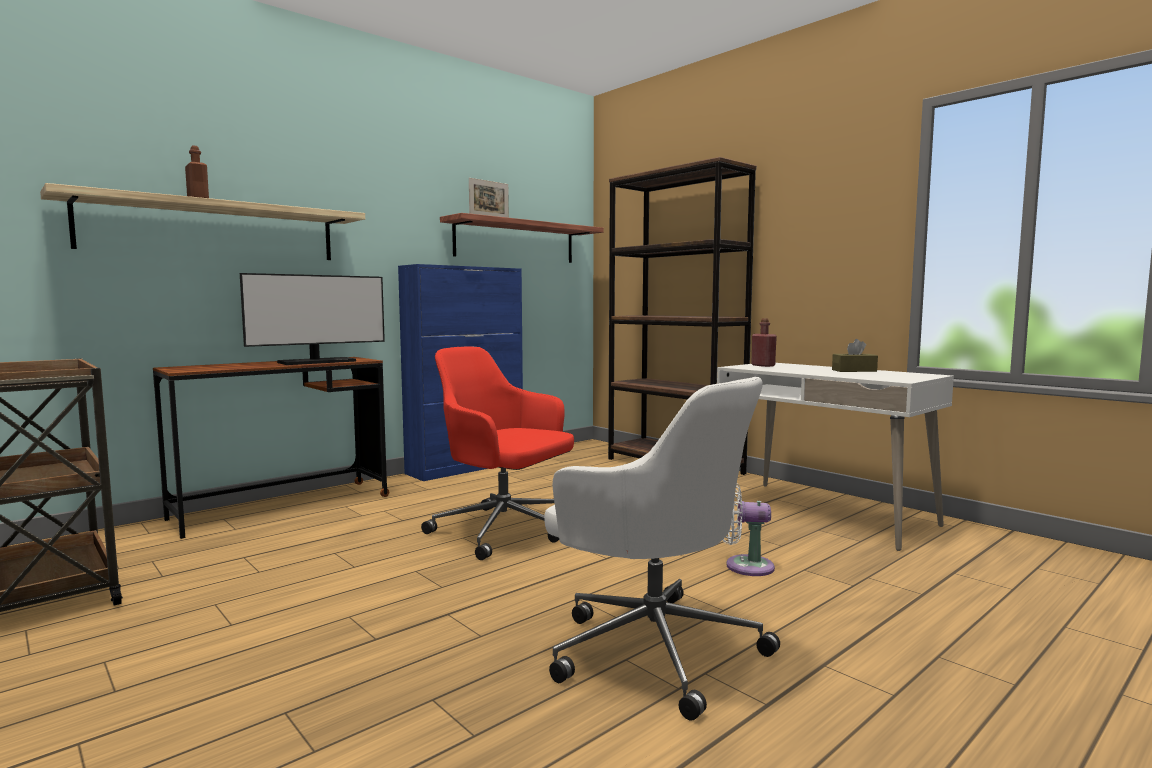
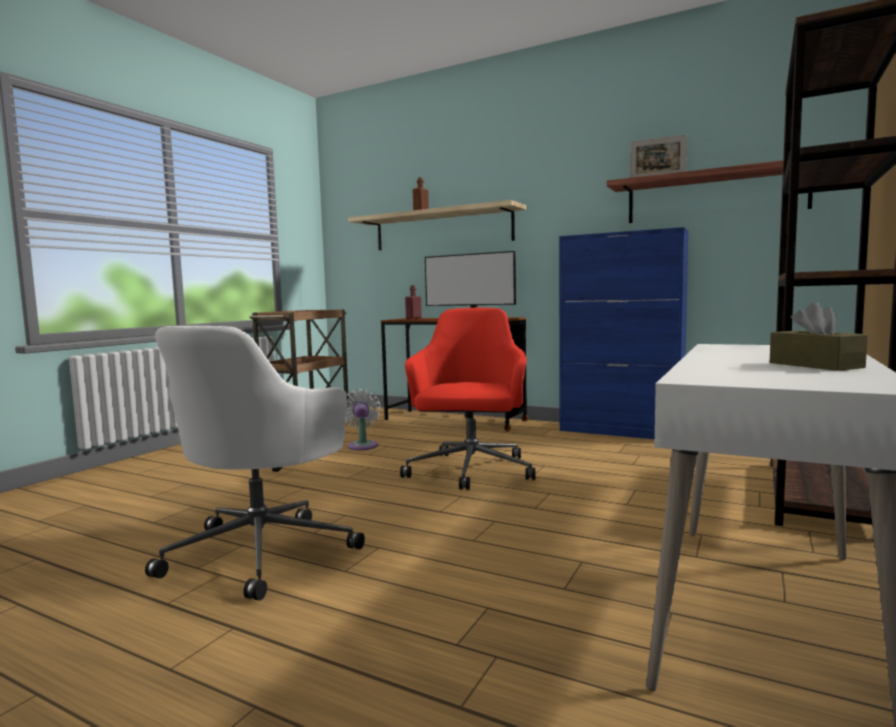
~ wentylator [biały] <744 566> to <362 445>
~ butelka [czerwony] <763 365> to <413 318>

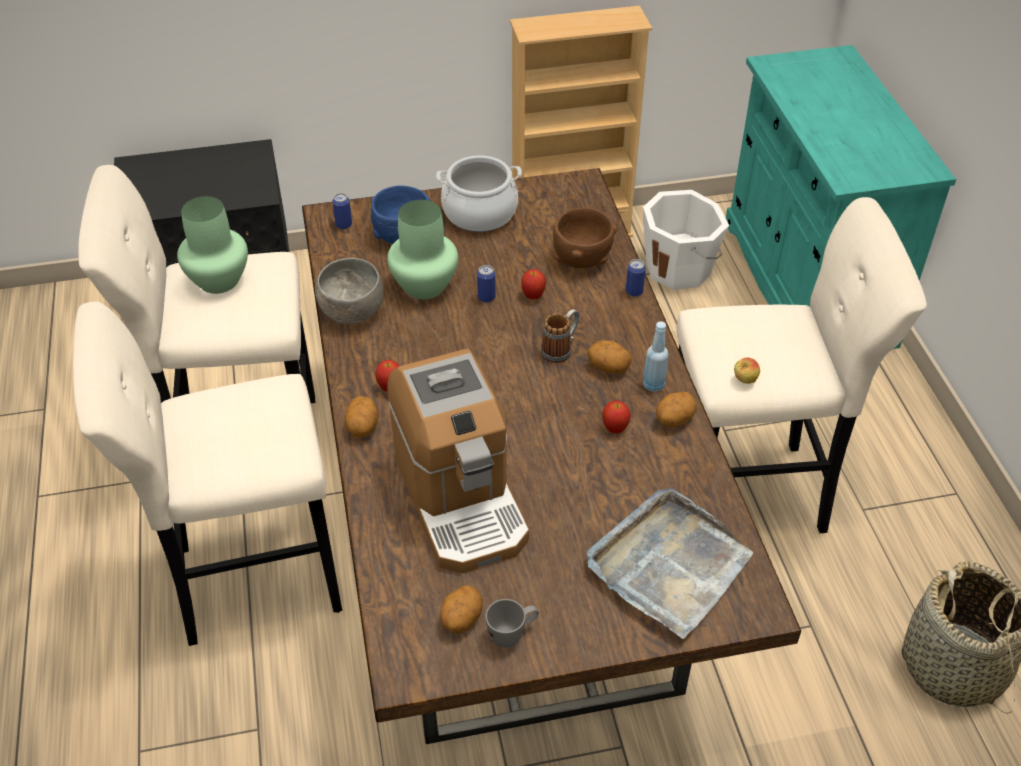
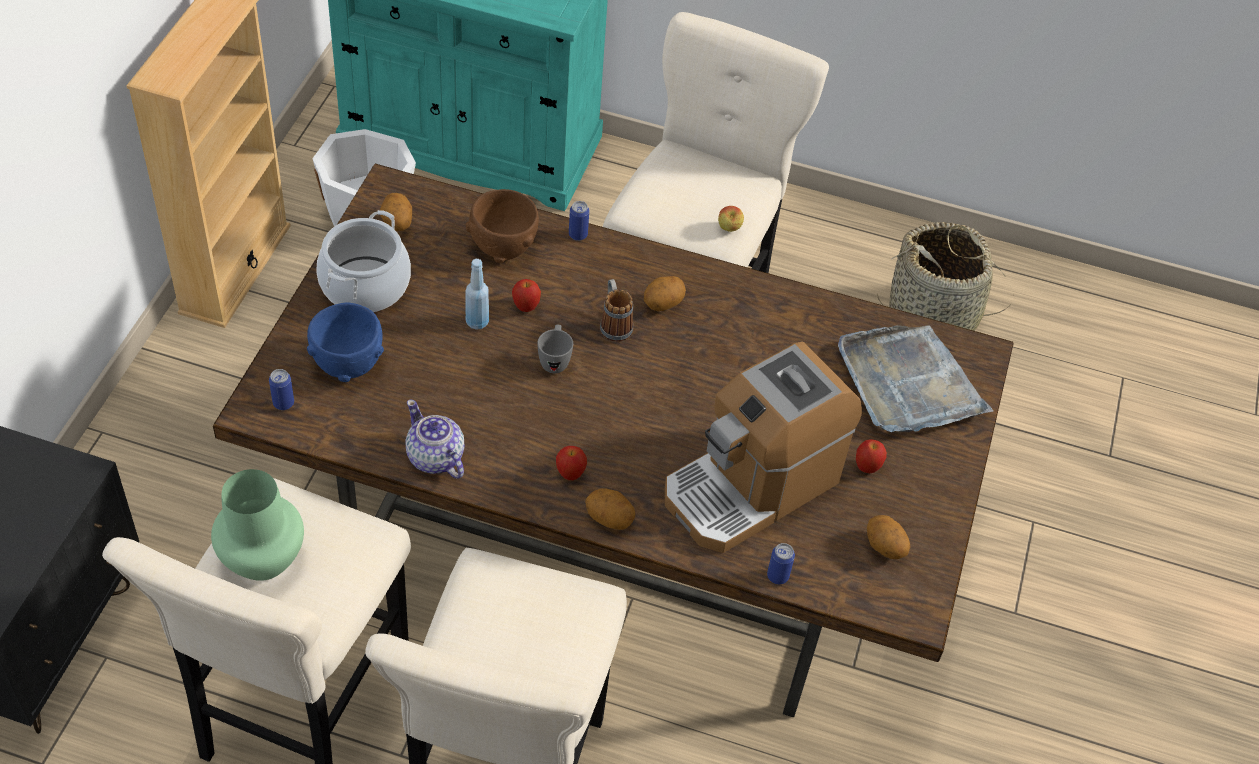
- wazon [zielony] <423 286>
~ puszka <486 297> to <777 576>
~ kubek [szary] <512 634> to <555 360>
~ jabłko <615 429> to <867 467>
~ butelka [niebieski] <653 385> to <477 322>
~ ziemniak <674 420> to <396 223>
~ miska [szary] <351 313> to imbryk <435 458>
~ ekspres do kawy <461 500> = <751 486> 135 degrees clockwise

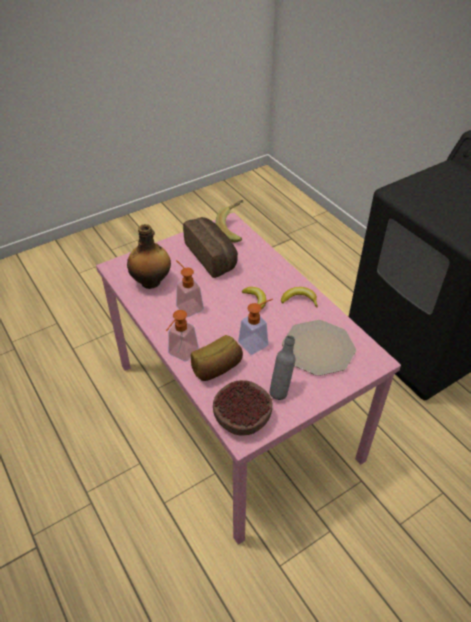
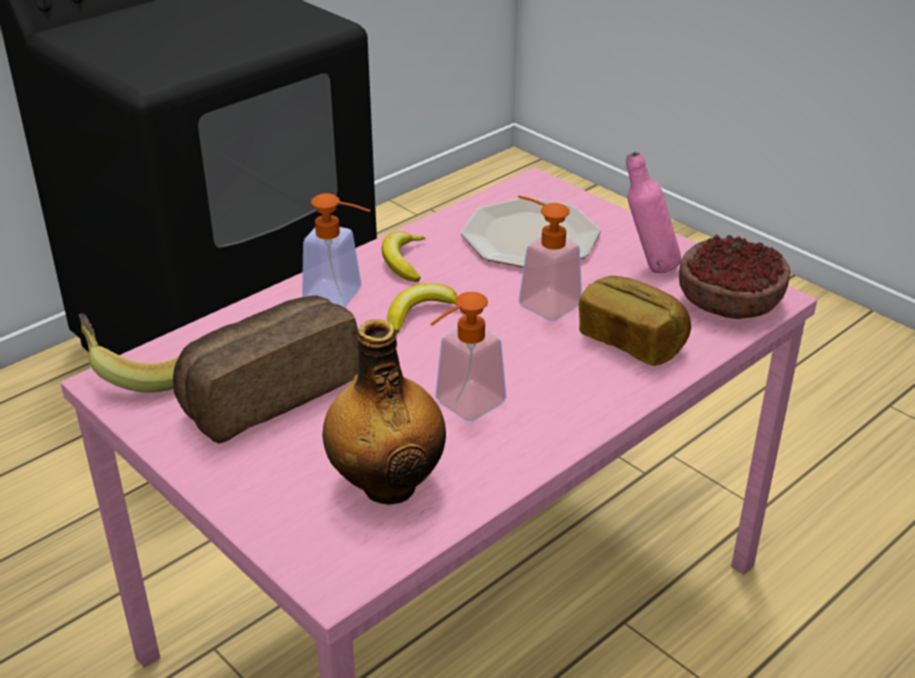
~ dozownik mydła <180 354> to <342 297>
~ butelka [szary] <281 390> to butelka [różowy] <647 268>

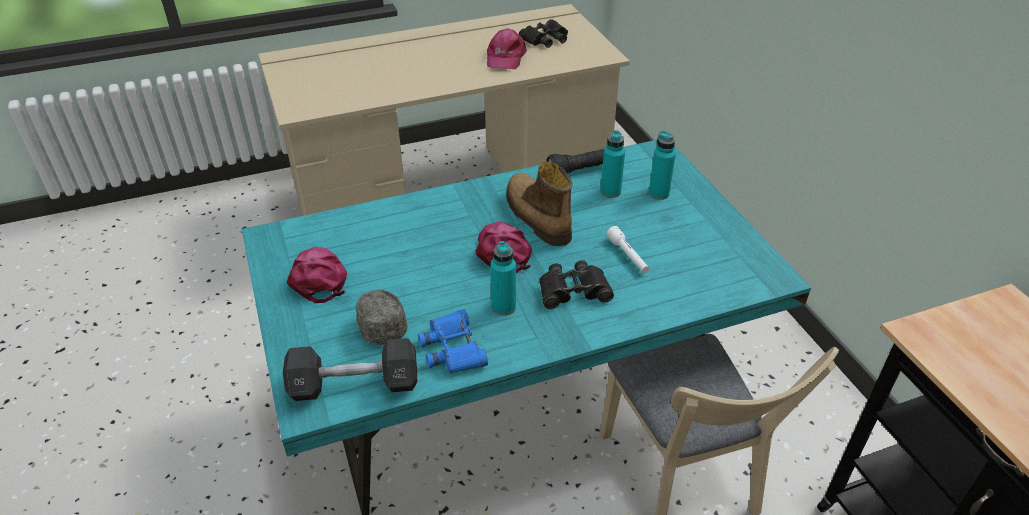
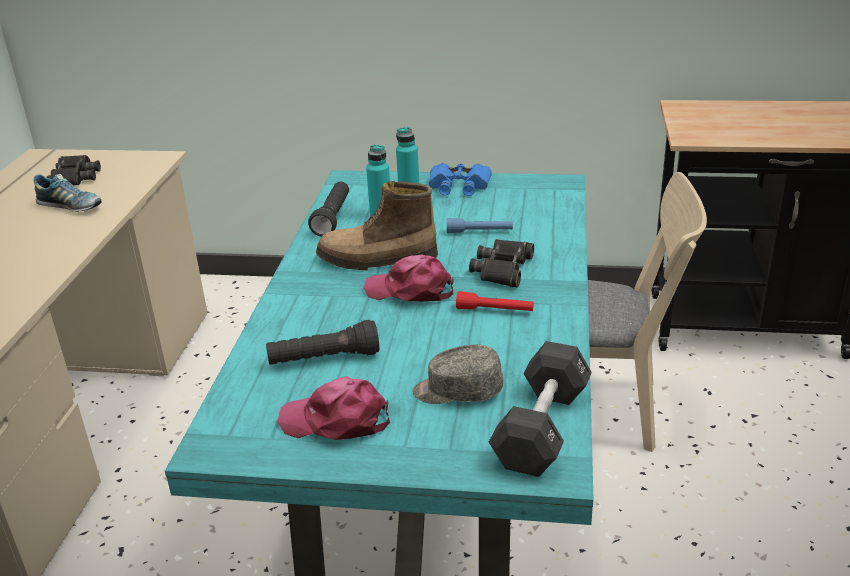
+ latarka [czarny] <324 359>
~ lornetka [niebieski] <453 348> to <459 186>
~ czapka z daszkiem [różowy] <505 57> to but <71 207>
~ butelka [turkusowy] <503 307> to latarka [czerwony] <495 310>
~ latarka [biały] <627 256> to latarka [niebieski] <479 232>

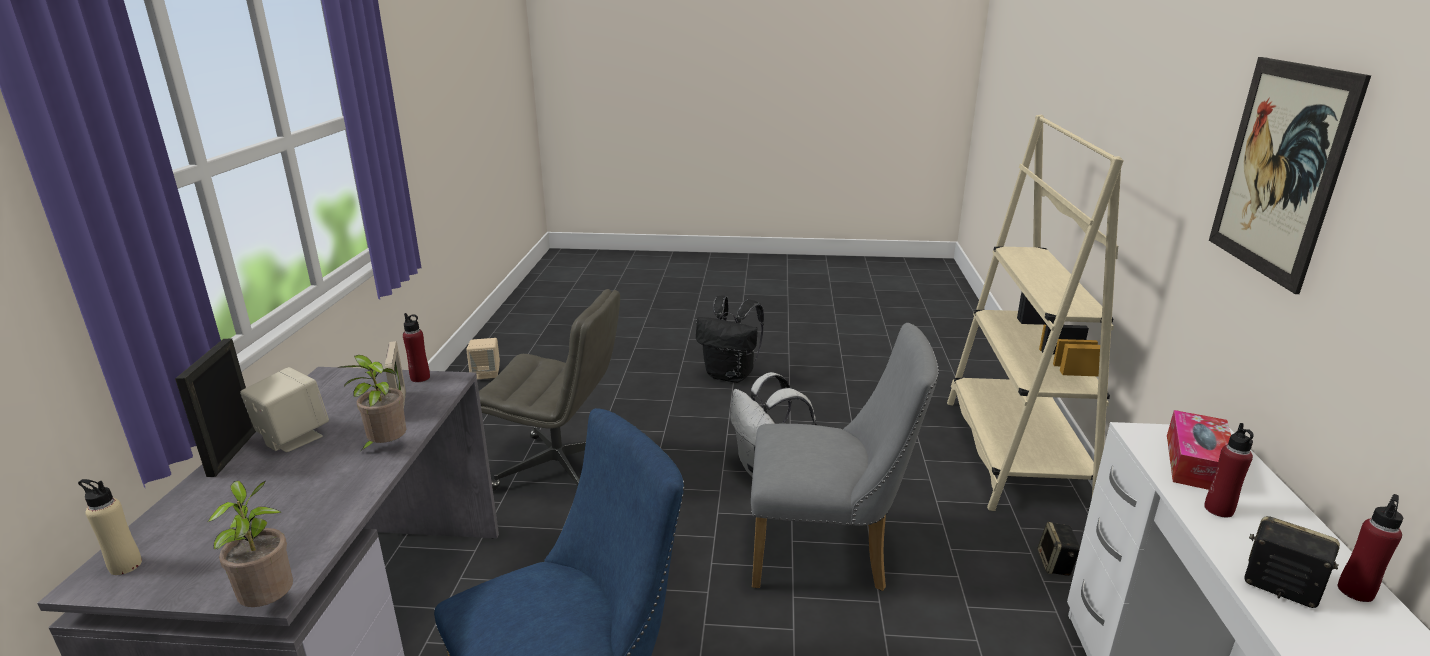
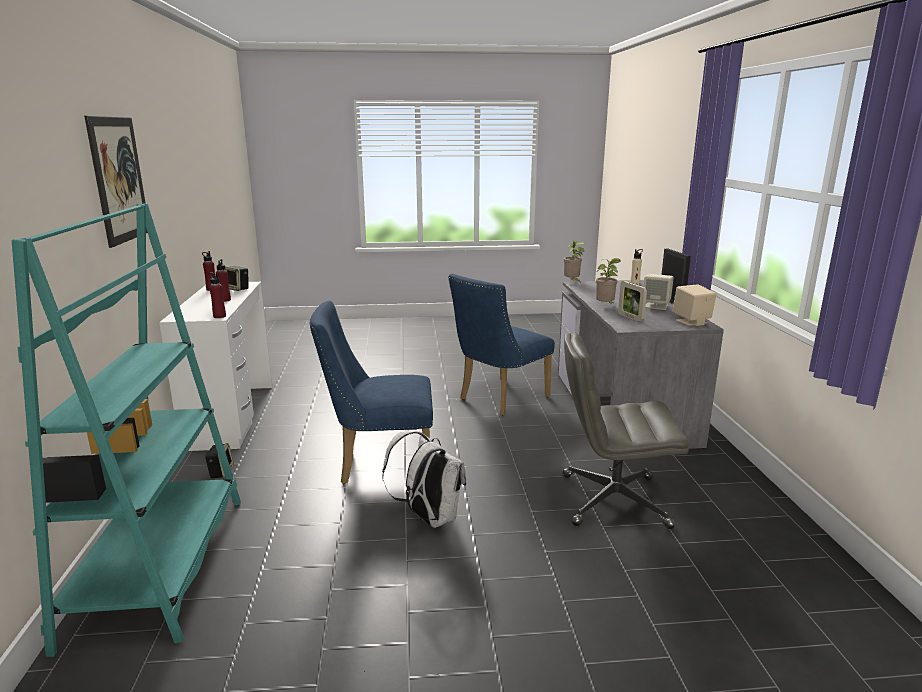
- plecak [czarny] <731 375>
- pudełko chusteczek <1196 463>
~ butelka [czerwony] <420 378> to <219 316>
~ głośnik [beżowy] <486 373> to <691 322>
~ krzesło [szary] <829 554> to krzesło [niebieski] <378 464>
~ regał [beżowy] <1014 452> to regał [turkusowy] <160 566>

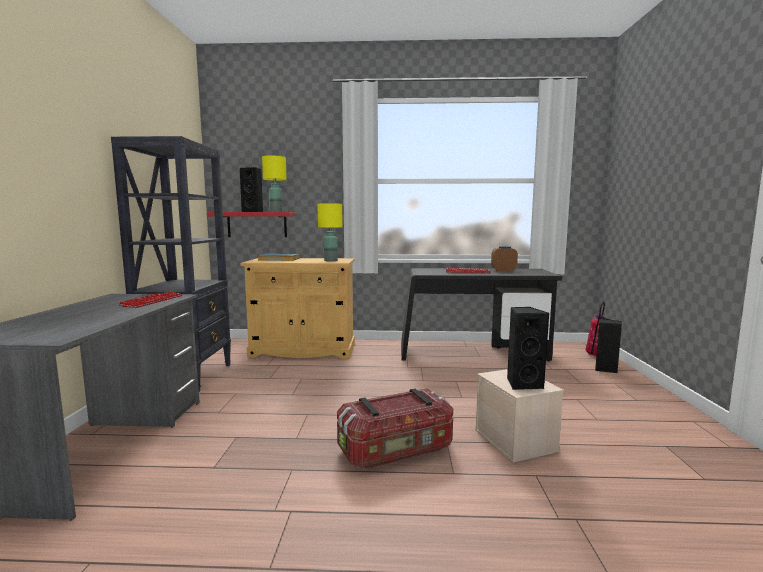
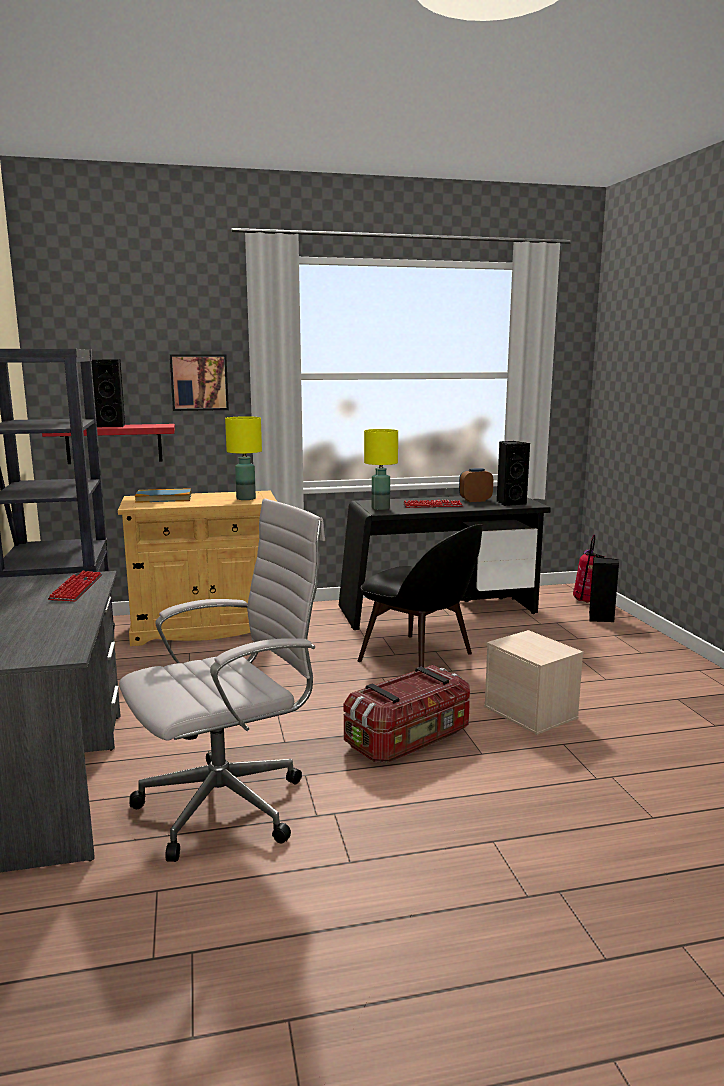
+ krzesło biurowe [biały] <230 805>
+ obraz <199 382>
+ krzesło [czarny] <419 658>
~ lampa stołowa [żółty] <275 211> to <380 508>
~ głośnik [czarny] <523 384> to <510 503>

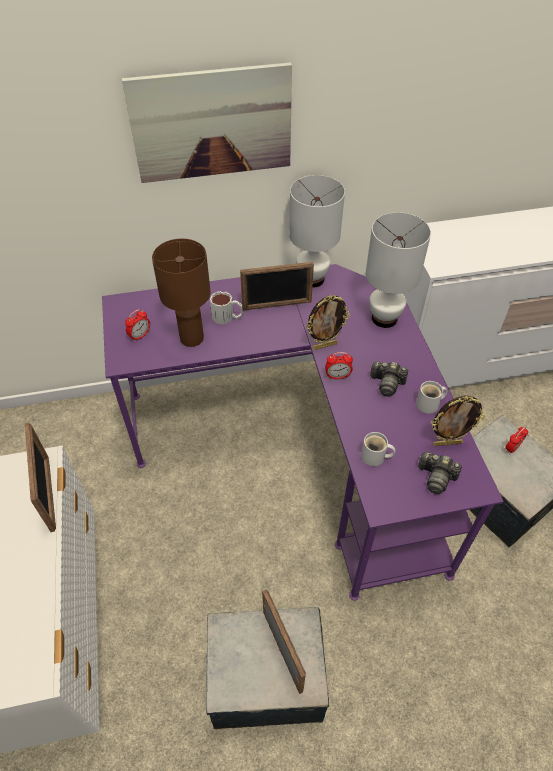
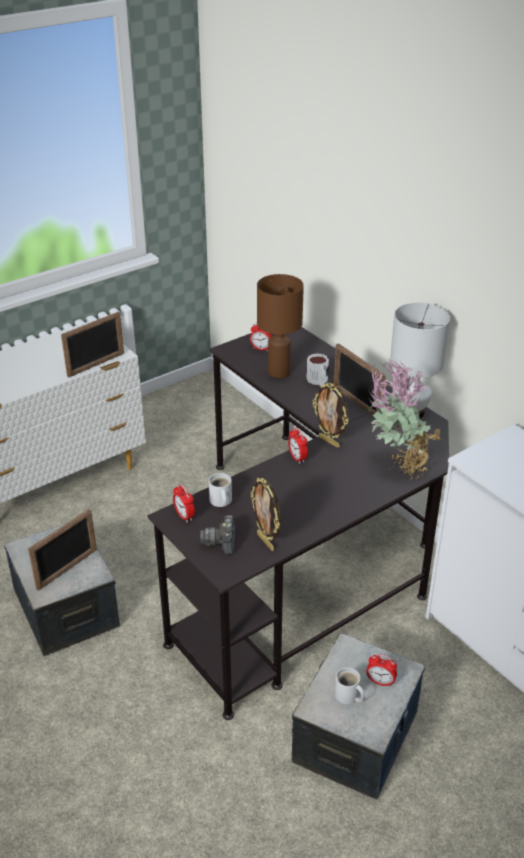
- obraz <212 124>
- aparat fotograficzny <387 383>
+ budzik <184 516>
~ kubek [biały] <429 404> to <348 696>
~ lampa stołowa [biały] <383 319> to roślina doniczkowa <397 468>
~ biurko [fioletowy] <299 446> to biurko [czarny] <307 557>

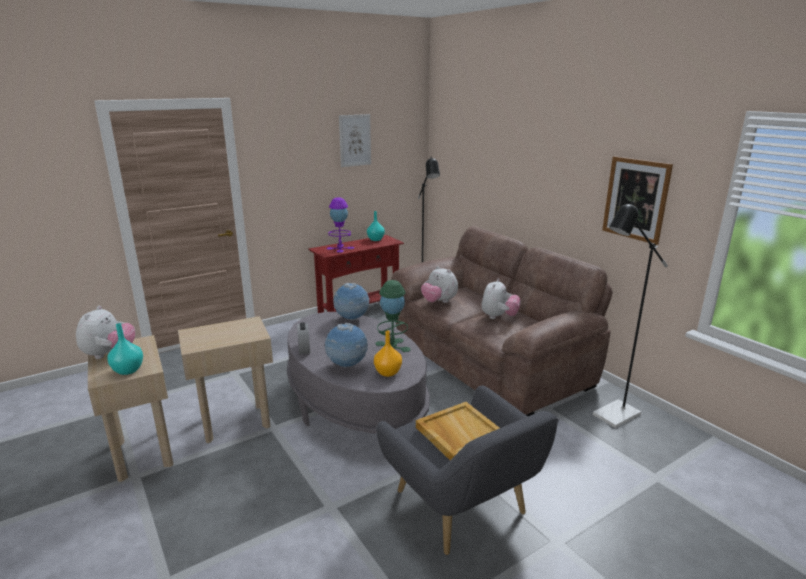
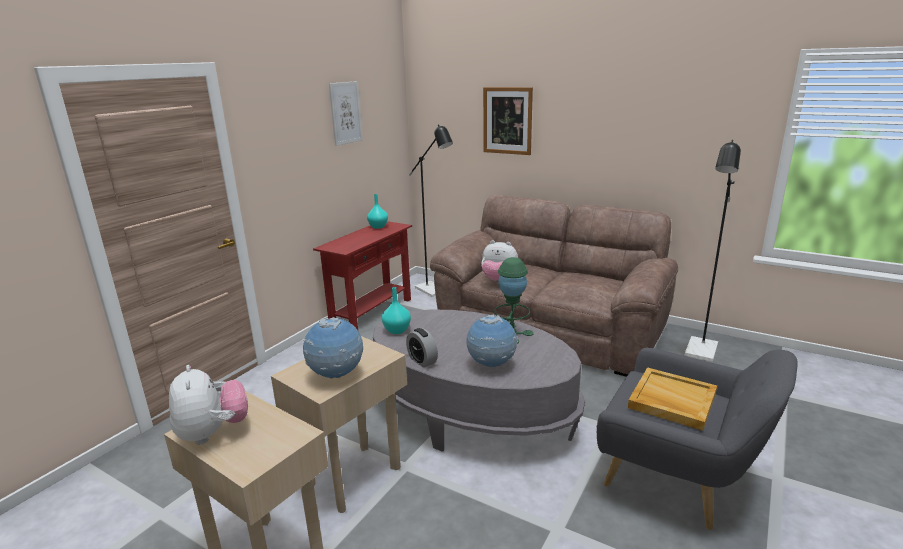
- lampa stołowa [fioletowy] <340 248>
- wazon [pomarańczowy] <388 372>
- pluszak <498 317>
~ wazon [turkusowy] <127 370> to <396 330>
~ globus <352 319> to <336 376>
~ obraz <636 199> to <507 121>

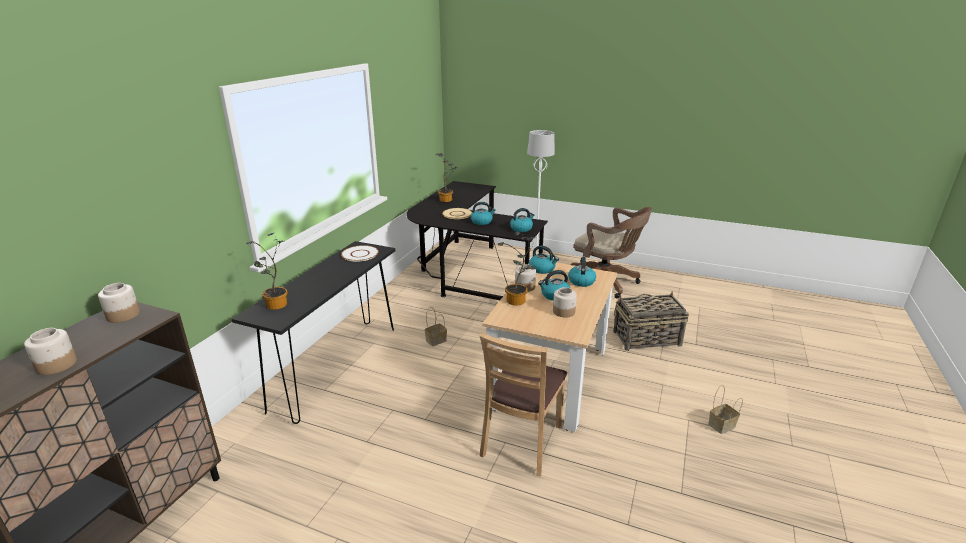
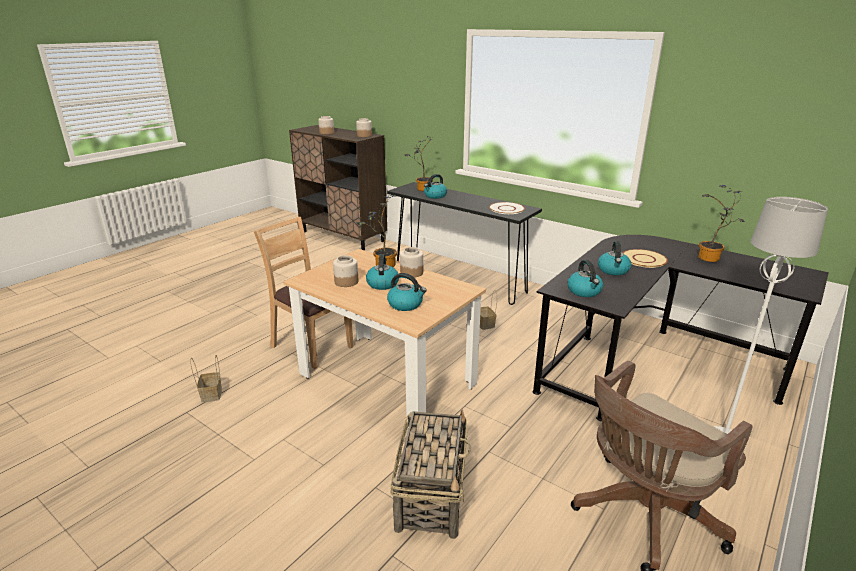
~ czajnik <542 269> to <435 196>
~ koszyk <721 426> to <211 394>

